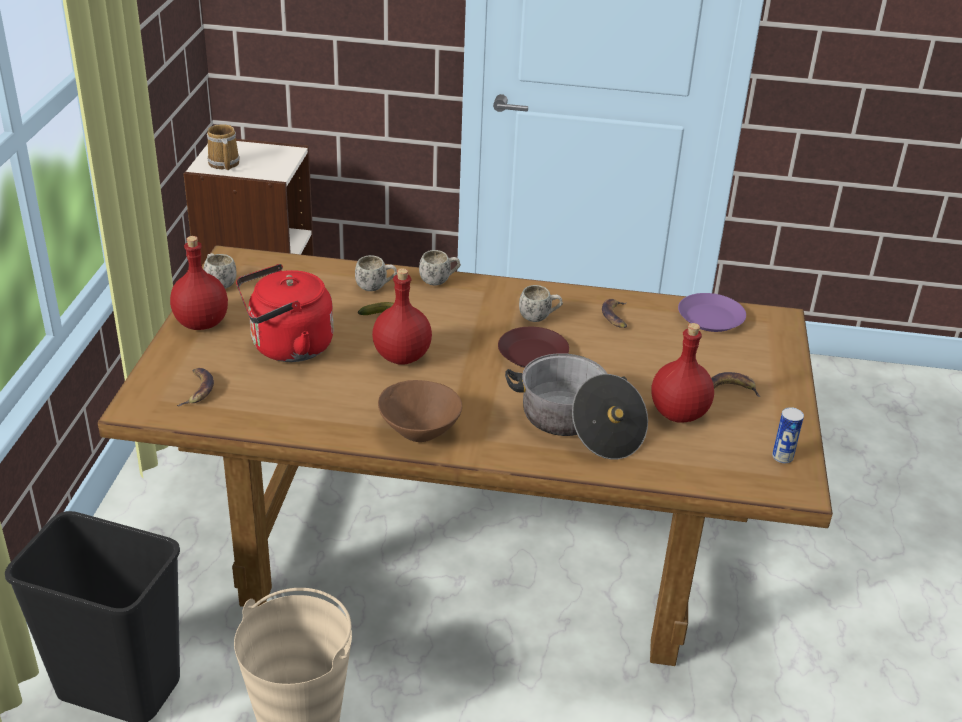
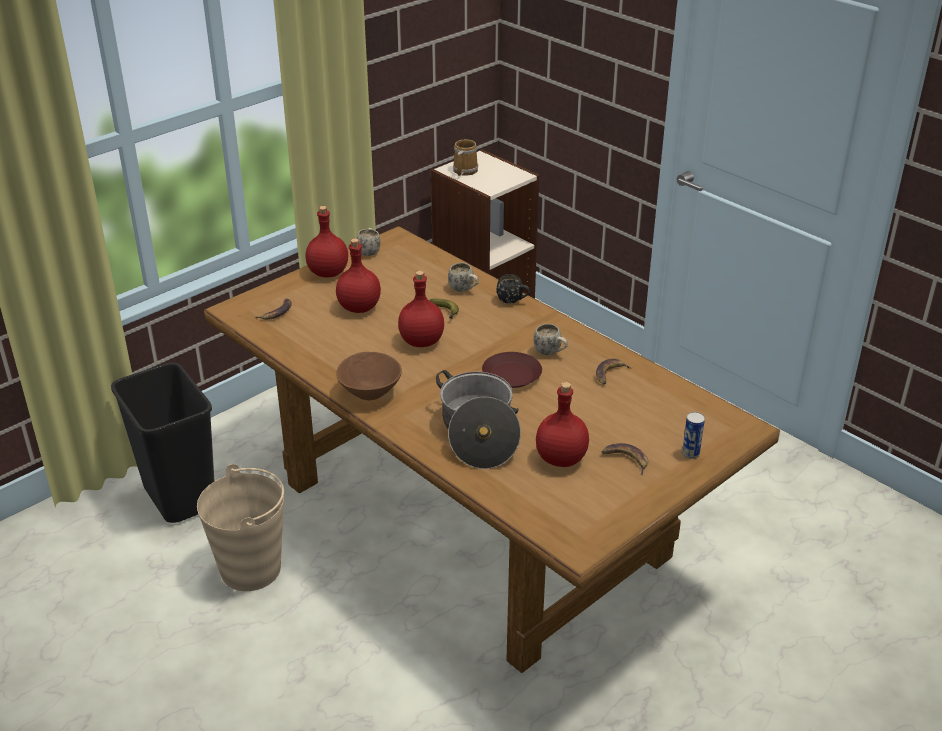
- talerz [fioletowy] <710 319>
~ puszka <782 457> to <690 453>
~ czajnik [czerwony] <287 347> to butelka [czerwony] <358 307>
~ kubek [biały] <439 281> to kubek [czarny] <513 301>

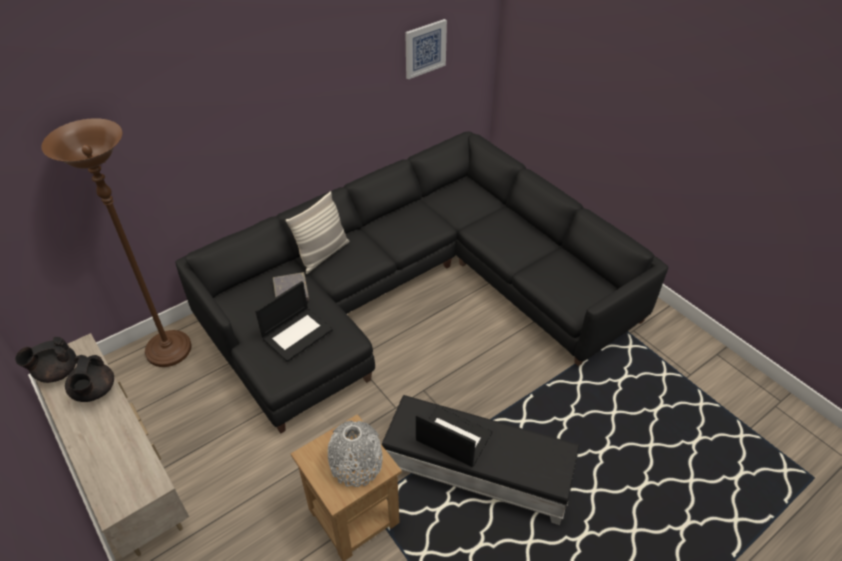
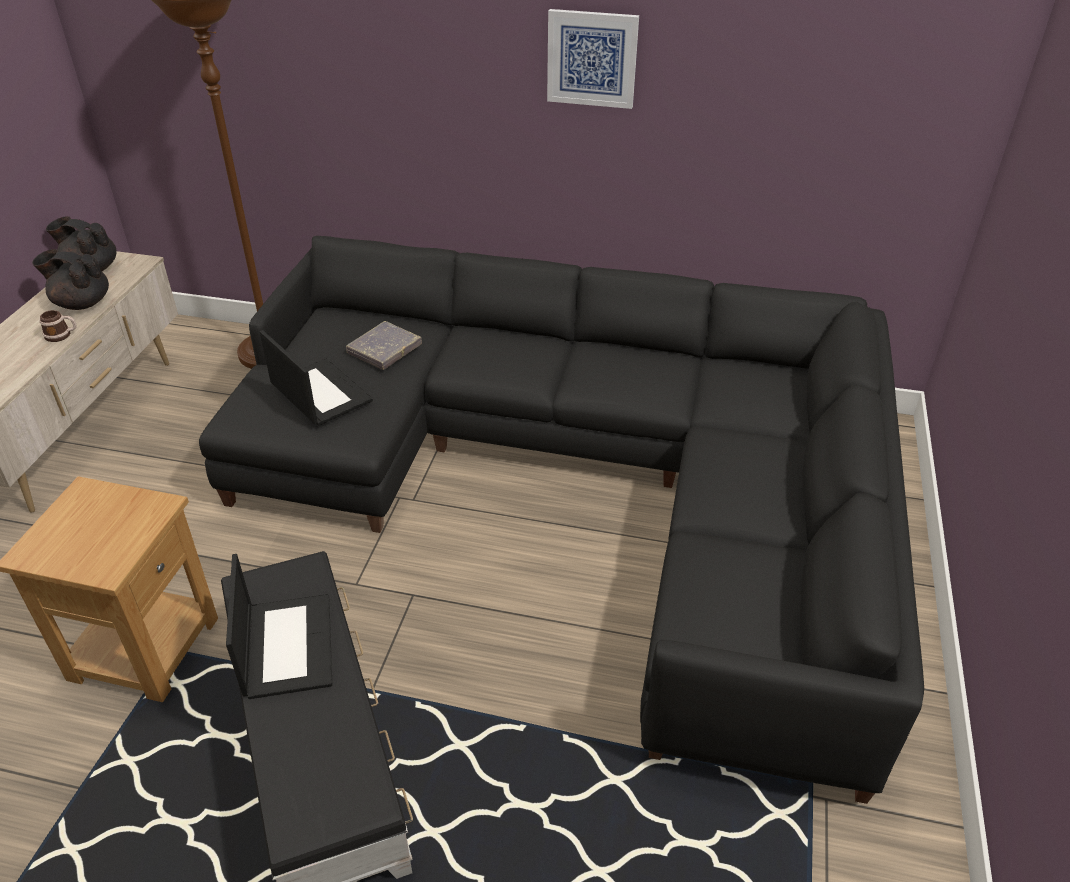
- poduszka <323 254>
- wazon [szary] <356 464>
+ kubek <62 335>
~ obraz <425 48> to <592 58>
~ imbryk [czarny] <94 391> = <82 303> 60 degrees clockwise
~ laptop <297 333> = <319 392> 135 degrees counterclockwise

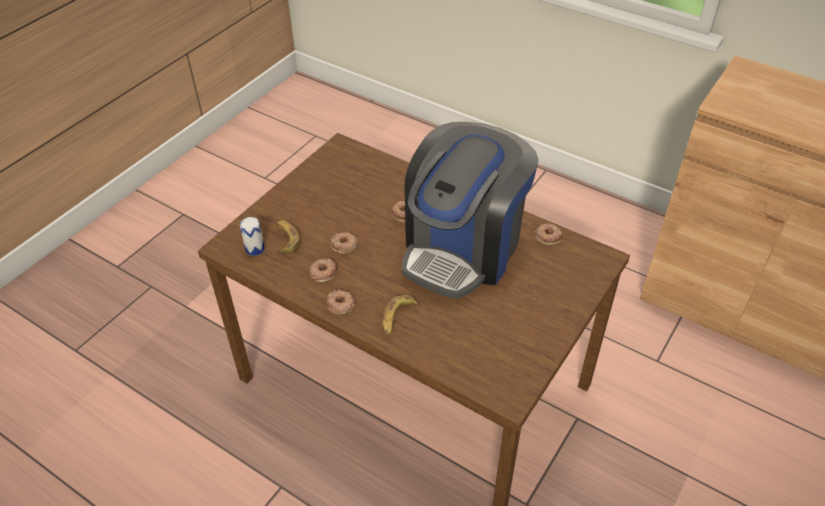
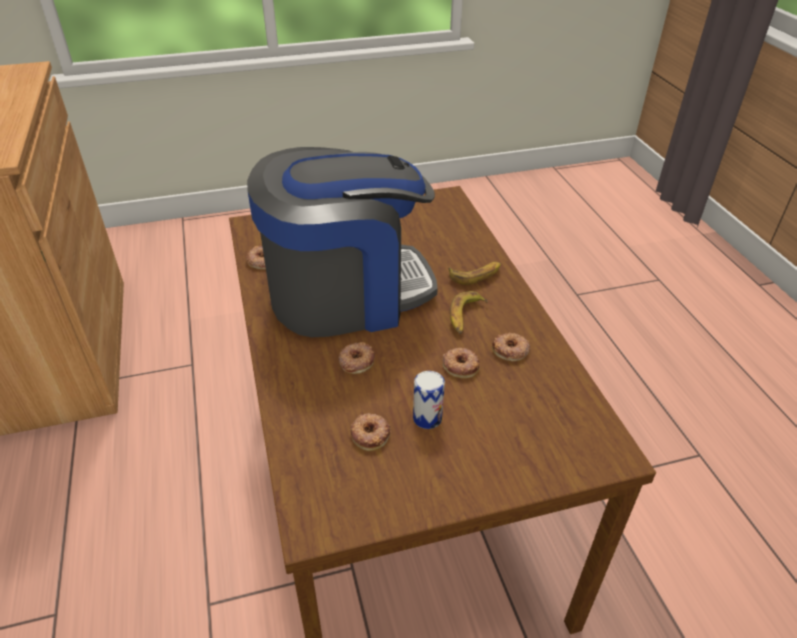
~ puszka <255 249> to <427 418>
~ banan <285 239> to <465 317>
~ donut <340 304> to <370 434>

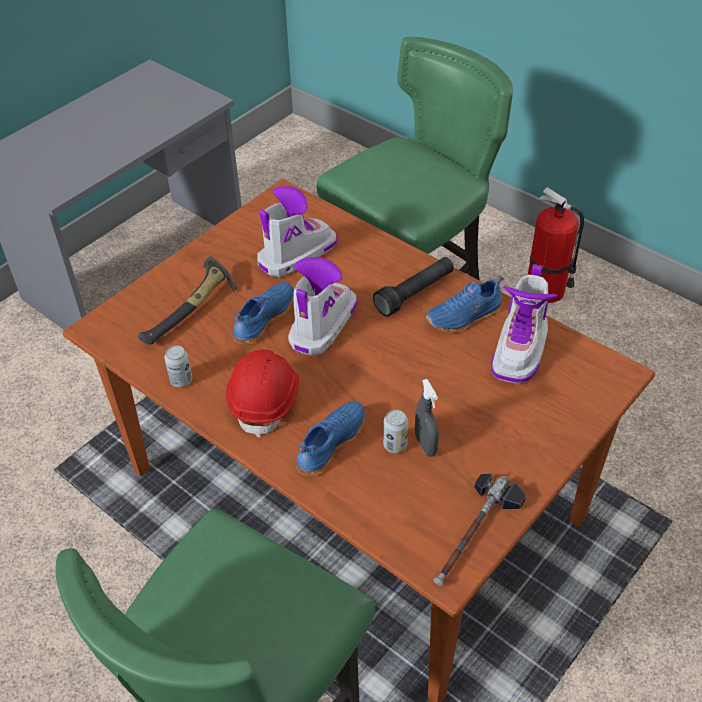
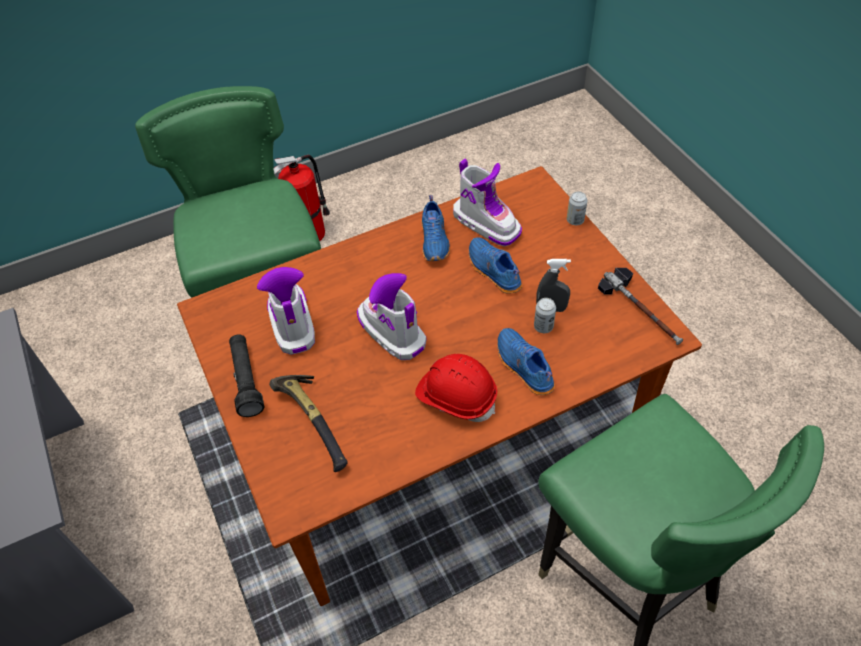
~ puszka <181 380> to <575 220>
~ but [niebieski] <263 319> to <493 271>
~ latarka [czarny] <415 293> to <246 380>

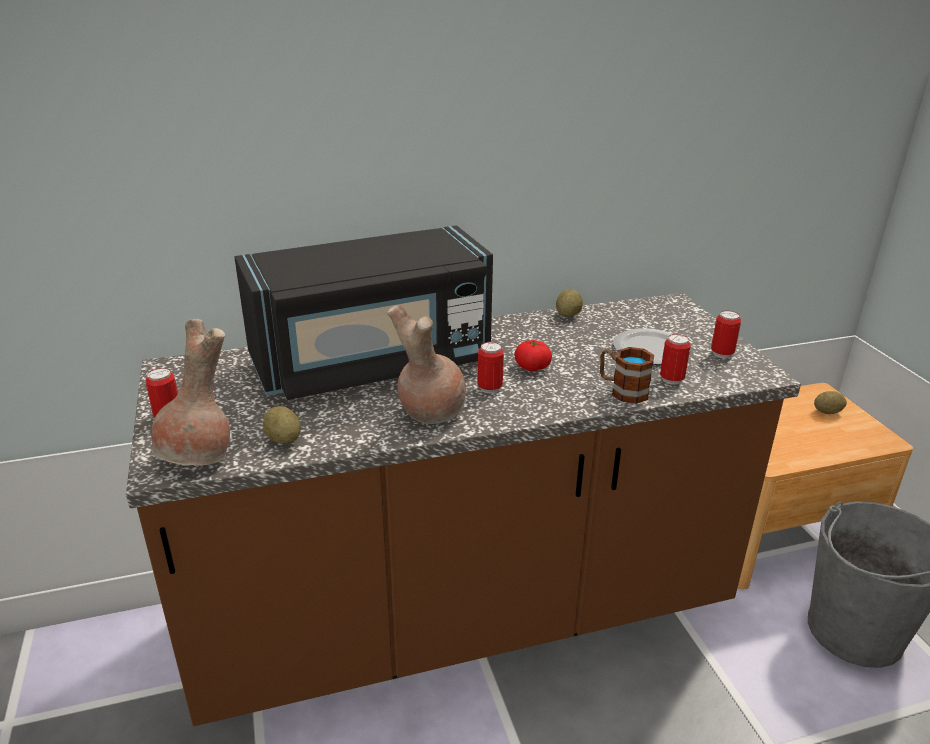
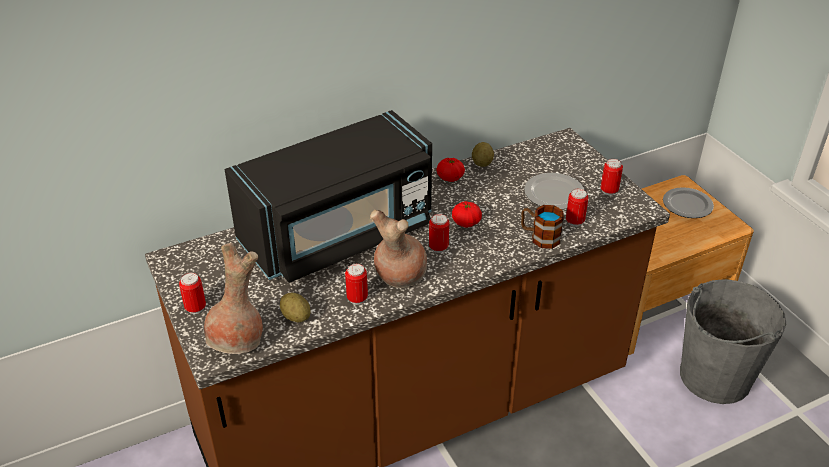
+ puszka <357 298>
+ pomidor <450 177>
~ ziemniak <827 412> to talerz <687 204>

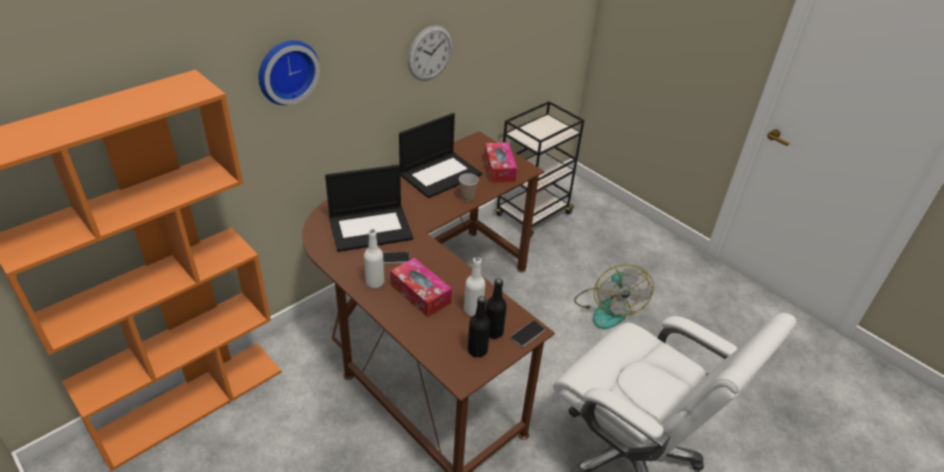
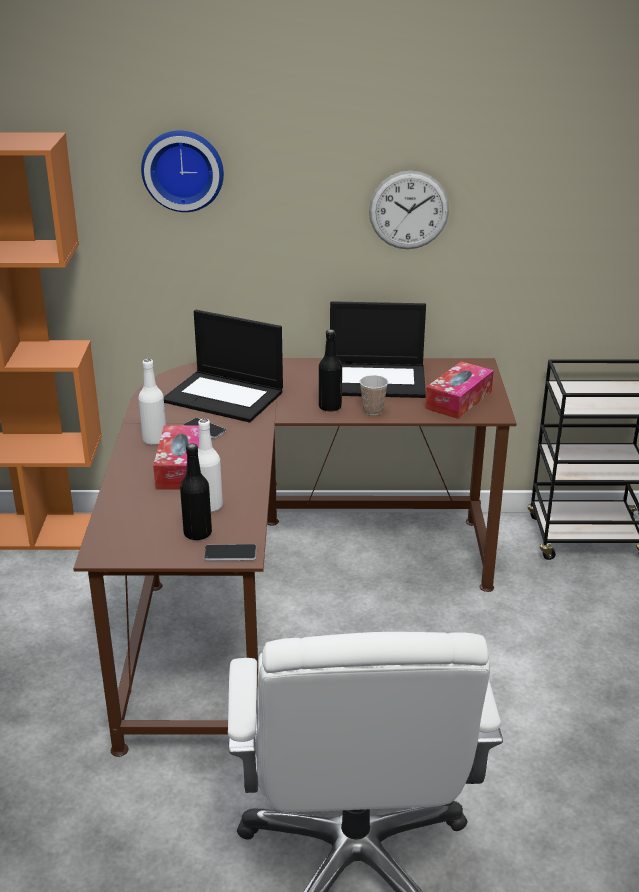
- wentylator <607 308>
~ butelka [czarny] <477 350> to <330 407>

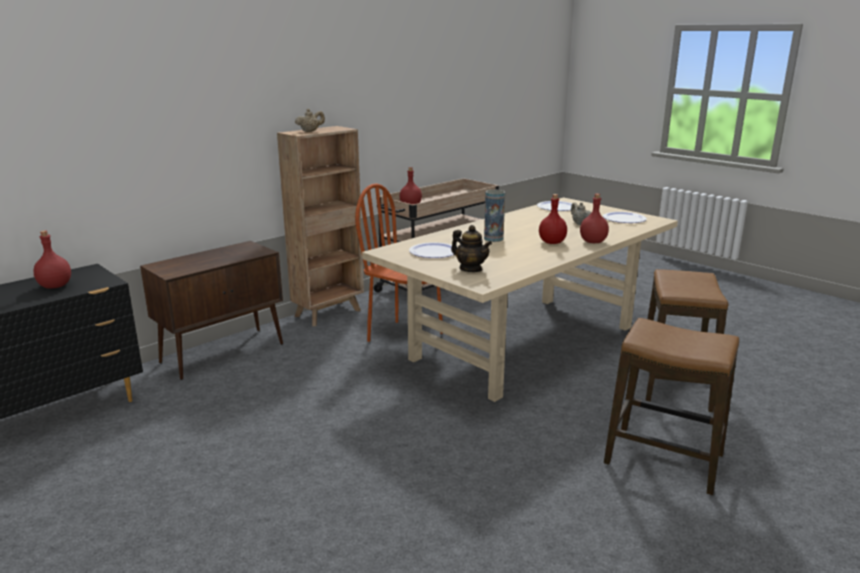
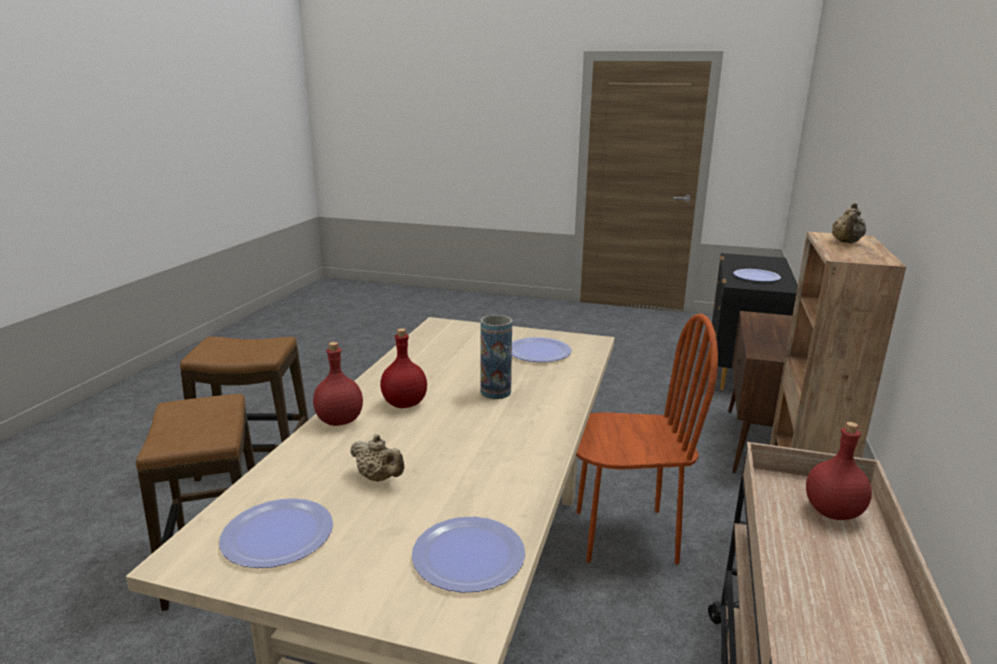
- imbryk <470 269>
~ butelka [czerwony] <54 286> to talerz <756 277>

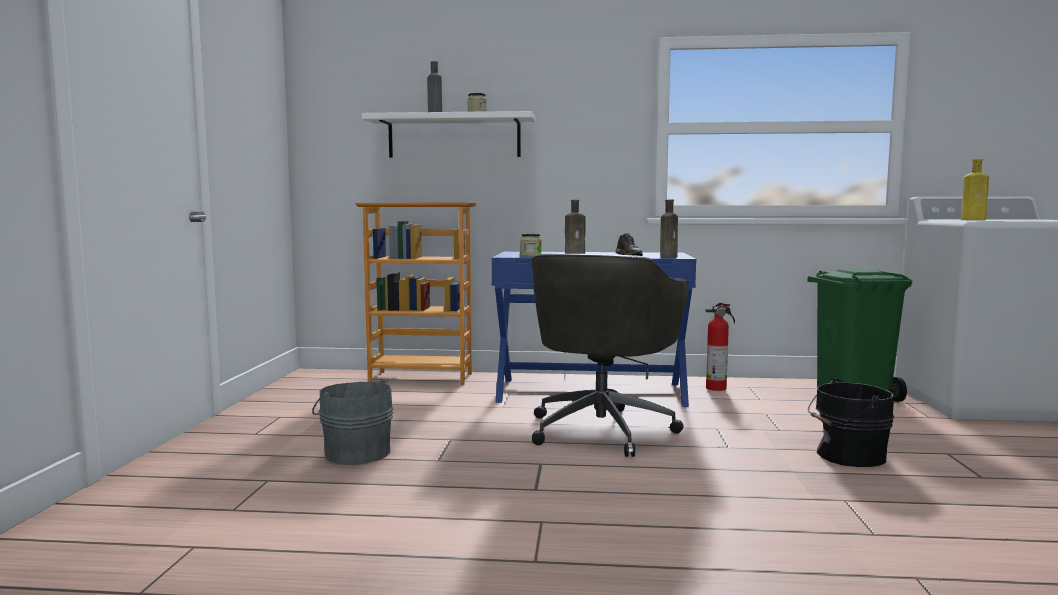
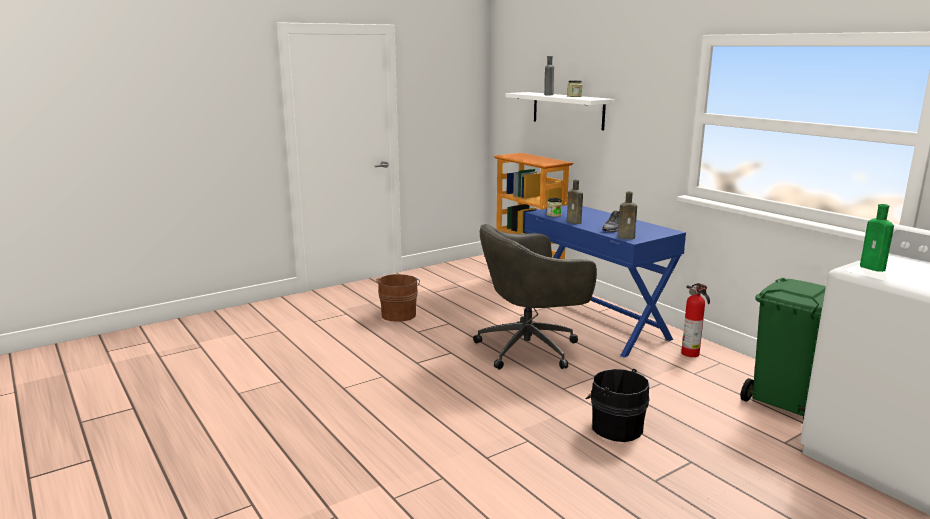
~ wiadro [szary] <356 453> to wiadro [brązowy] <399 314>
~ butelka [żółty] <975 220> to butelka [zielony] <874 268>

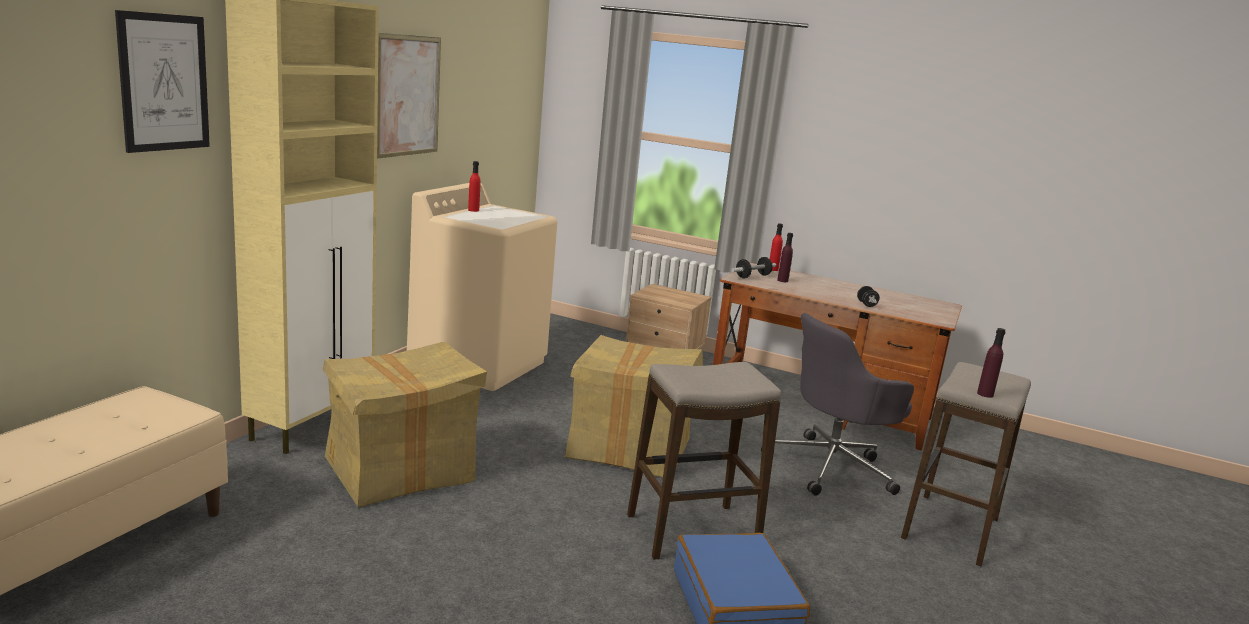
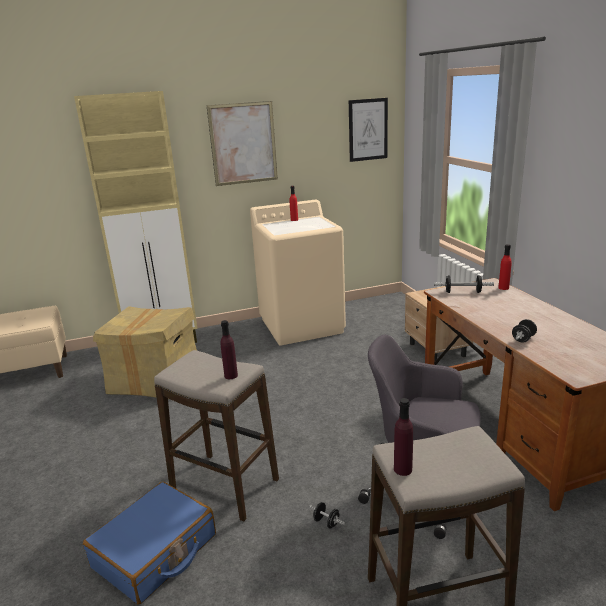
- karton <630 449>
+ hantel [czarny] <326 522>
~ obraz <164 83> to <368 130>
~ butelka [fioletowy] <782 280> to <231 375>

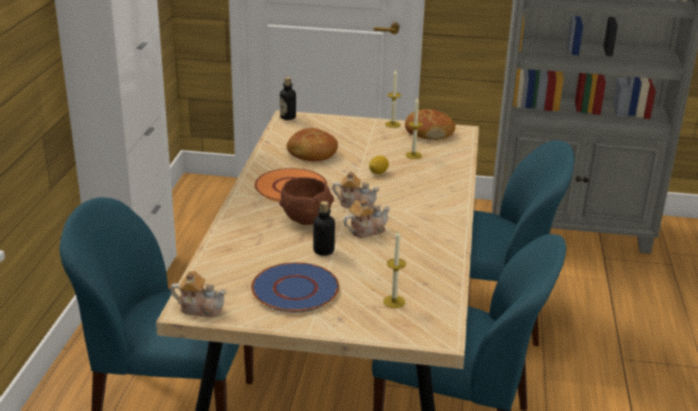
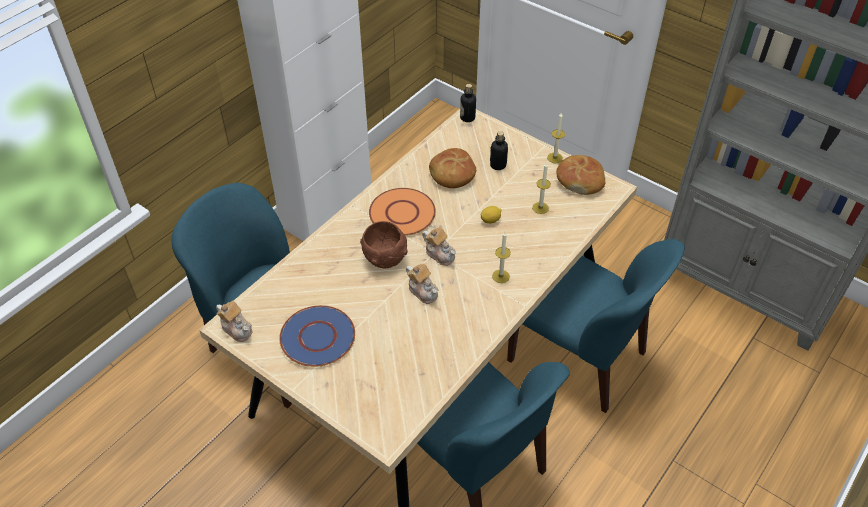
~ butelka <323 251> to <498 165>
~ świeca <394 301> to <500 276>
~ imbryk <366 230> = <423 291> 45 degrees clockwise

